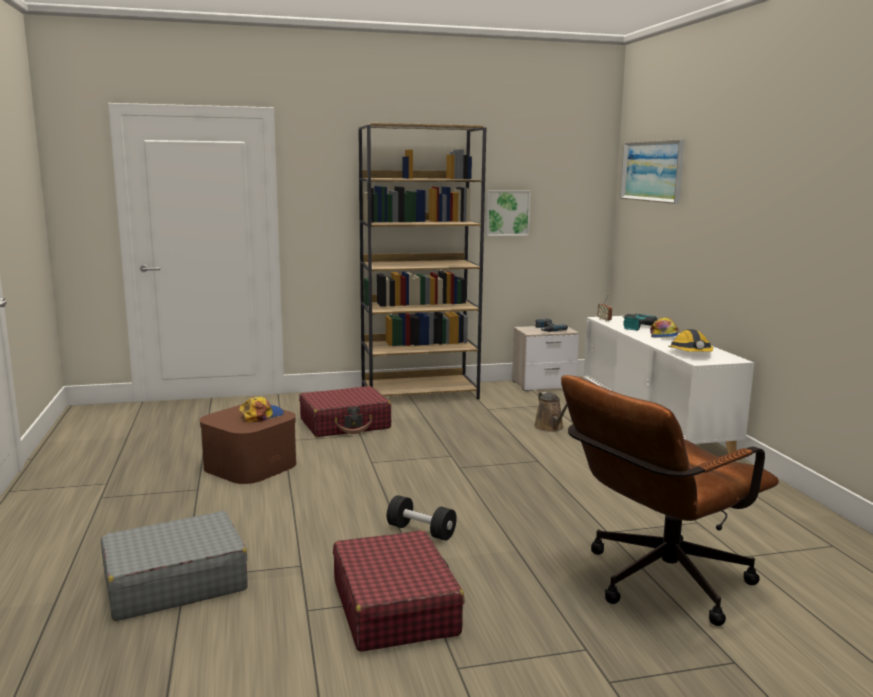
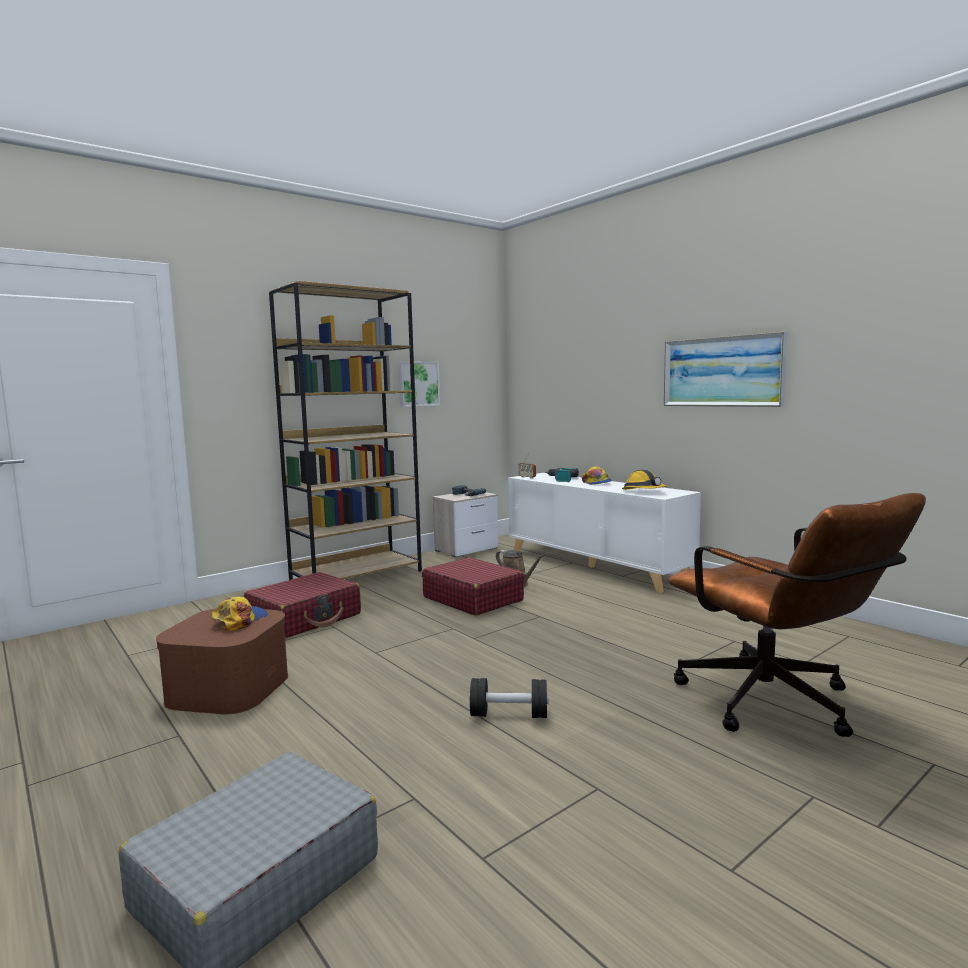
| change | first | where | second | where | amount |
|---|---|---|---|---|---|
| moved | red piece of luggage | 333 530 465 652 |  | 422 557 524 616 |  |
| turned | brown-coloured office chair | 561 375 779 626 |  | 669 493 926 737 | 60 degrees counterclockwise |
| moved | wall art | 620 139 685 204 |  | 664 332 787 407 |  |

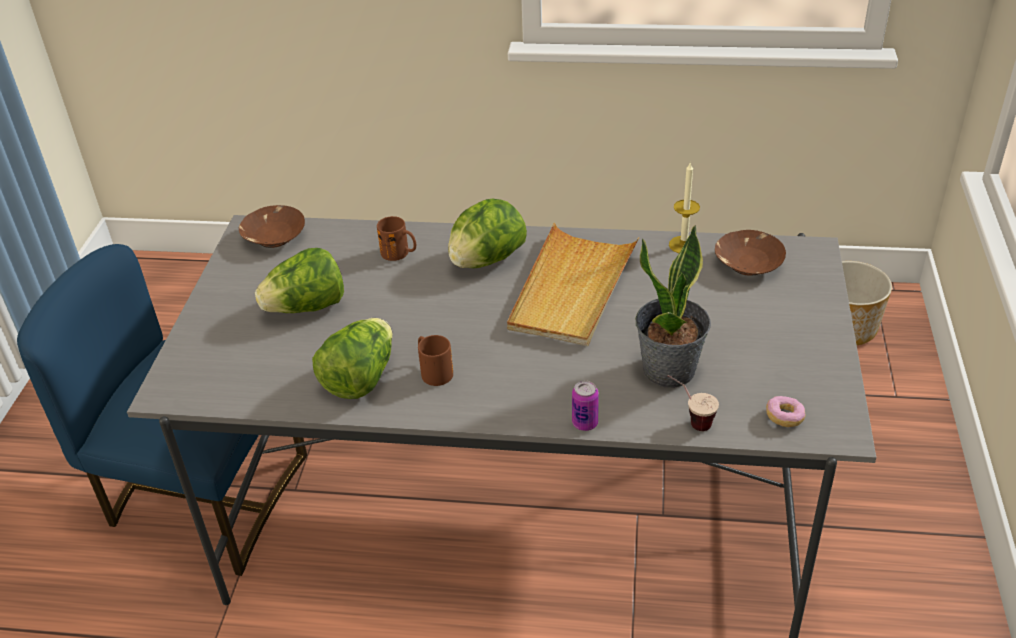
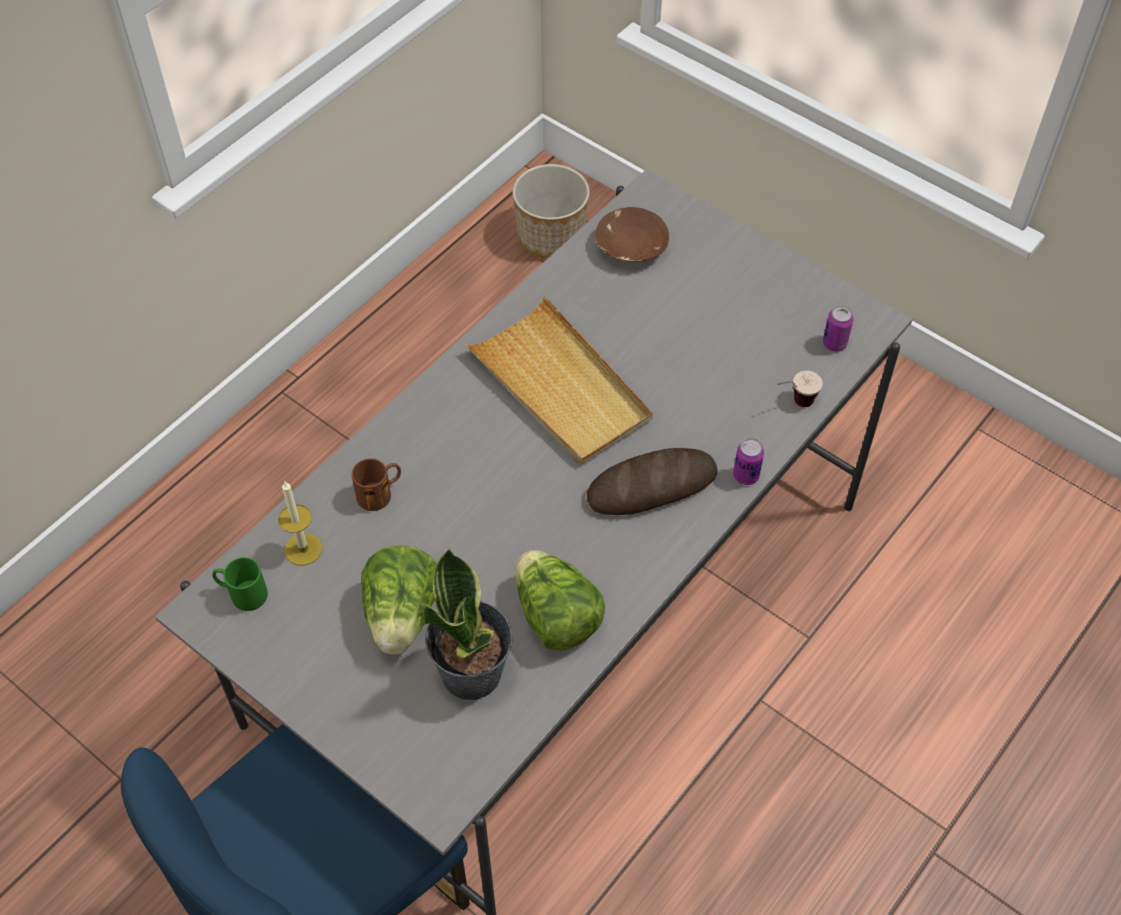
| change | first | where | second | where | amount |
|---|---|---|---|---|---|
| replaced | brown-coloured serving bowl | 239 205 305 248 | green tea mug | 212 557 268 611 |  |
| removed | brown-coloured tea mug | 418 335 453 386 |  |  |  |
| removed | lettuce head | 448 198 527 268 |  |  |  |
| moved | houseplant | 636 225 711 388 |  | 423 549 513 700 |  |
| moved | wax candle | 669 163 700 253 |  | 278 482 322 565 |  |
| replaced | donut | 766 396 806 427 | can | 823 306 854 352 |  |
| added |  |  | bakery bread | 586 448 718 515 |  |

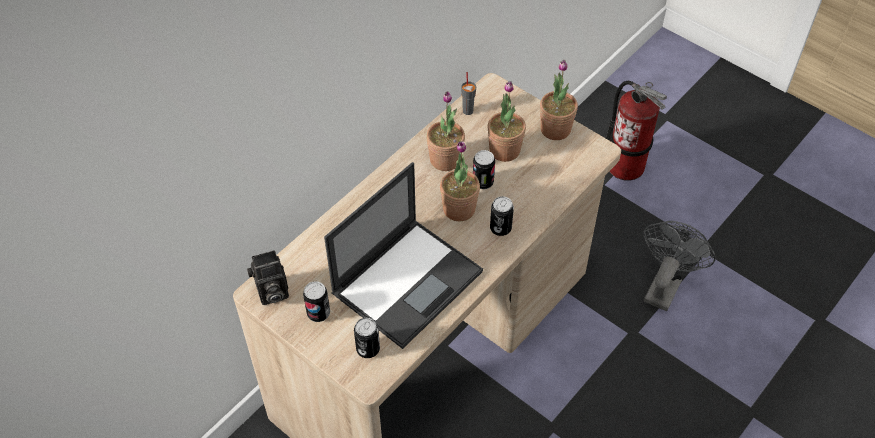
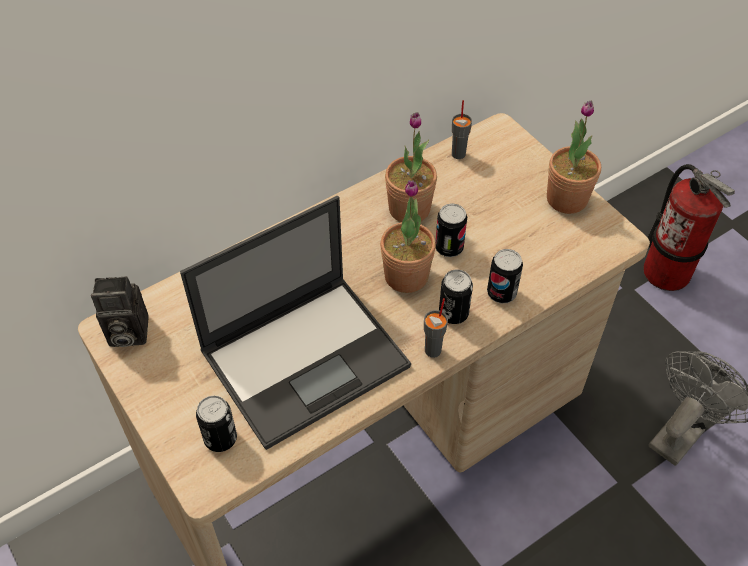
| change | first | where | second | where | amount |
|---|---|---|---|---|---|
| moved | can | 303 281 330 322 |  | 487 249 523 303 |  |
| removed | houseplant | 488 81 526 162 |  |  |  |
| added |  |  | gray drinking cup | 424 298 448 358 |  |

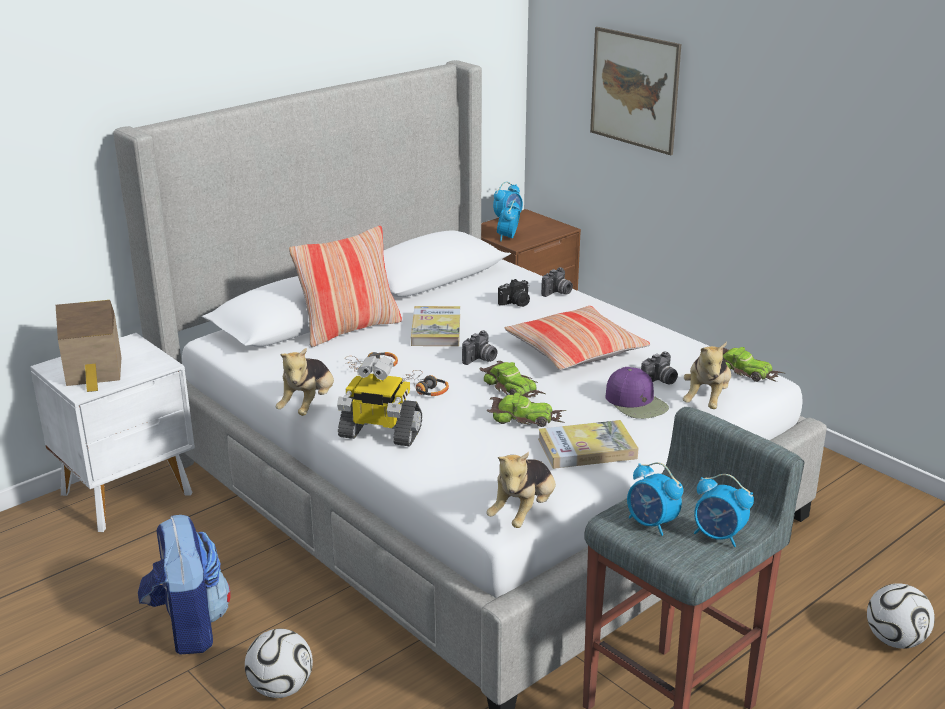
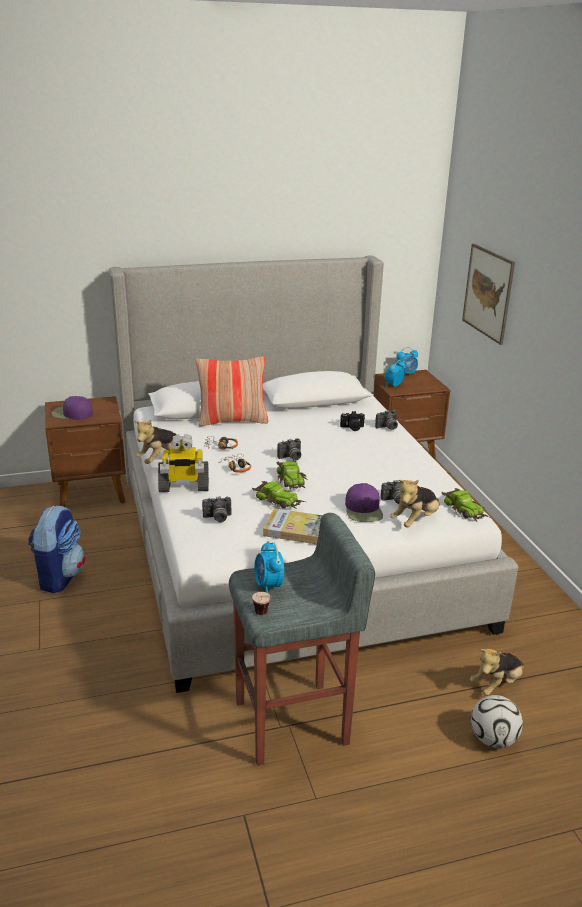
| change | first | where | second | where | amount |
|---|---|---|---|---|---|
| recoloured | whitish night table | 30 333 195 532 | brown-coloured night table | 45 396 126 507 |  |
| replaced | model house | 56 300 122 392 | purplish cap | 51 396 93 420 |  |
| removed | ball for football | 245 629 313 698 |  |  |  |
| turned | robot figure | 337 356 422 446 |  | 158 434 209 492 | 45 degrees counterclockwise |
| removed | bound book | 411 306 460 346 |  |  |  |
| moved | plush toy | 486 452 556 528 |  | 470 649 524 696 |  |
| removed | cushion | 504 306 650 370 |  |  |  |
| removed | alarm clock | 694 474 754 547 |  |  |  |
| added |  |  | still camera | 202 496 231 522 |  |
| added |  |  | drinking cup | 252 590 285 615 |  |

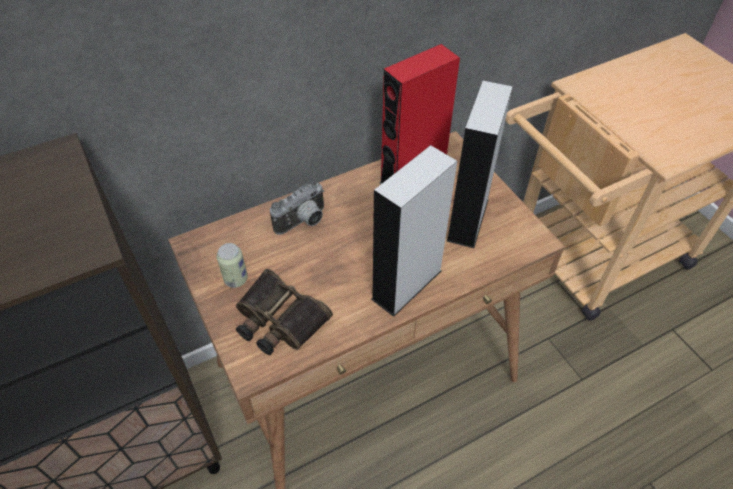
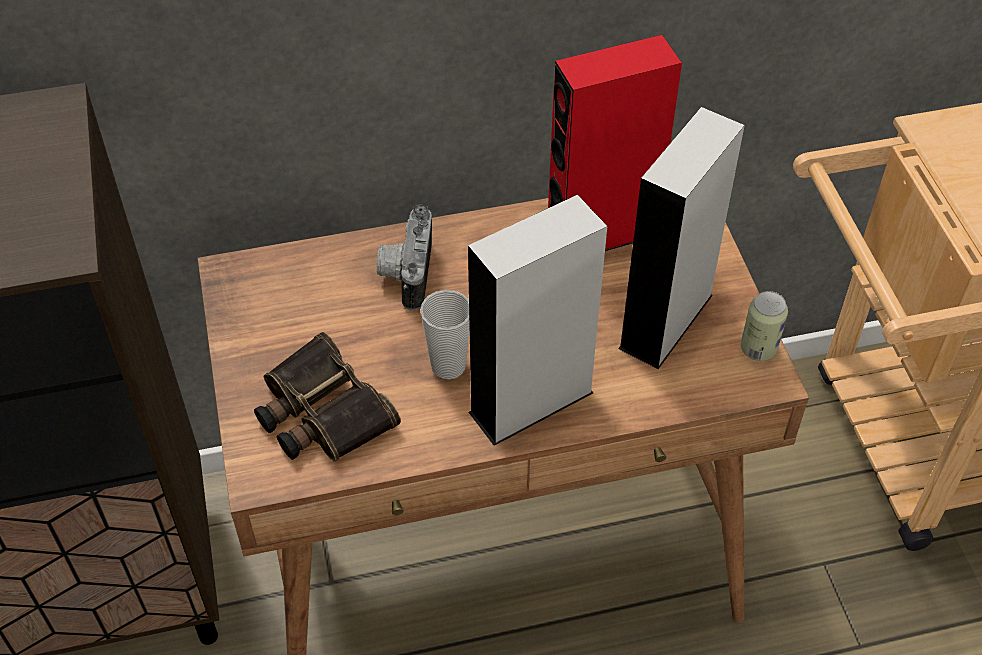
| change | first | where | second | where | amount |
|---|---|---|---|---|---|
| moved | can | 217 243 248 288 |  | 741 291 788 361 |  |
| turned | still camera | 270 182 324 235 |  | 377 204 432 310 | 120 degrees clockwise |
| added |  |  | drinking cup | 420 290 470 379 |  |

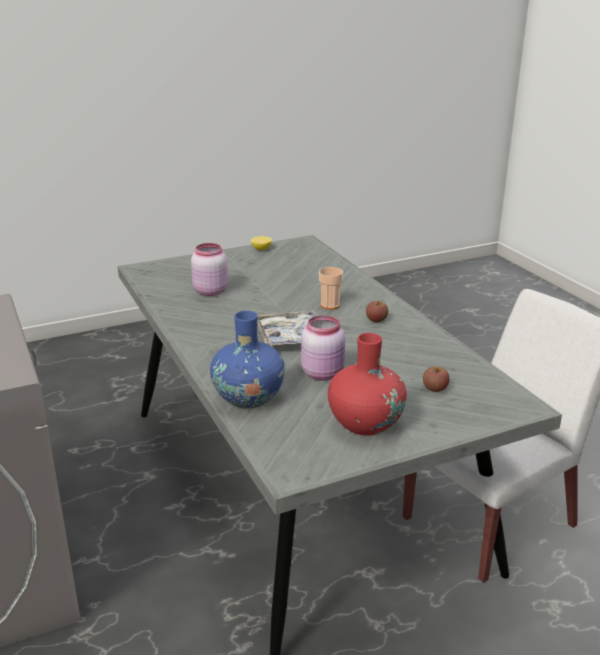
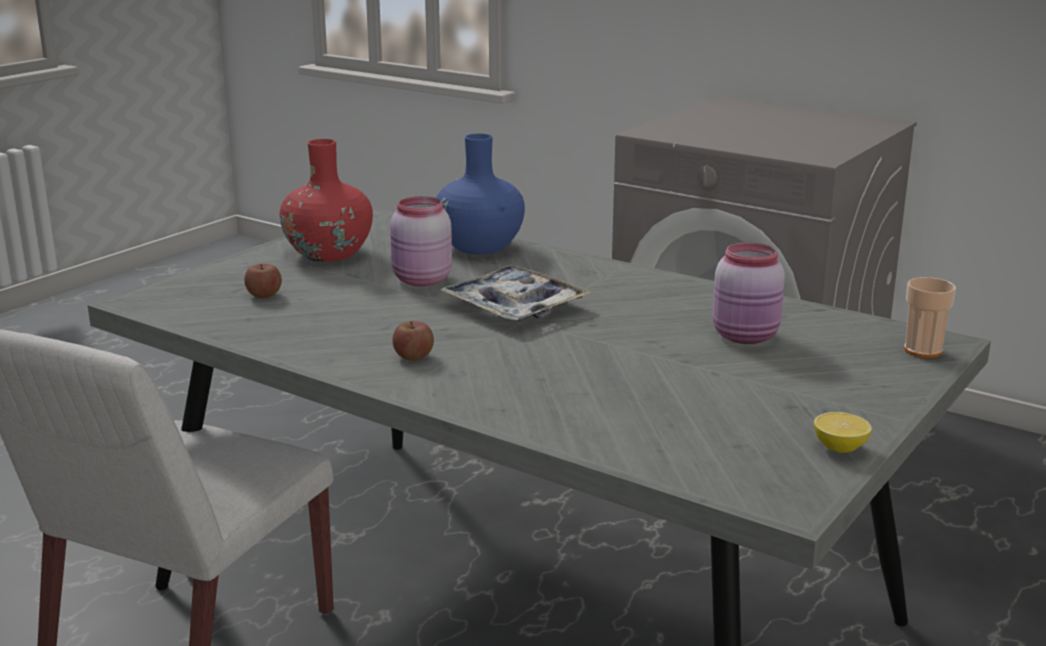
| change | first | where | second | where | amount |
|---|---|---|---|---|---|
| moved | drinking cup | 319 267 343 309 |  | 904 277 956 358 |  |

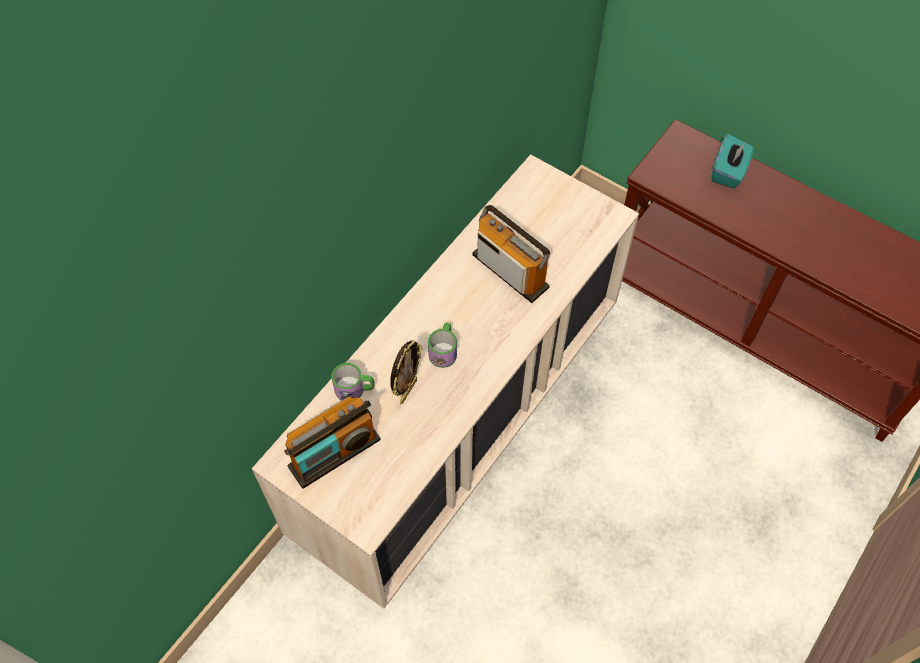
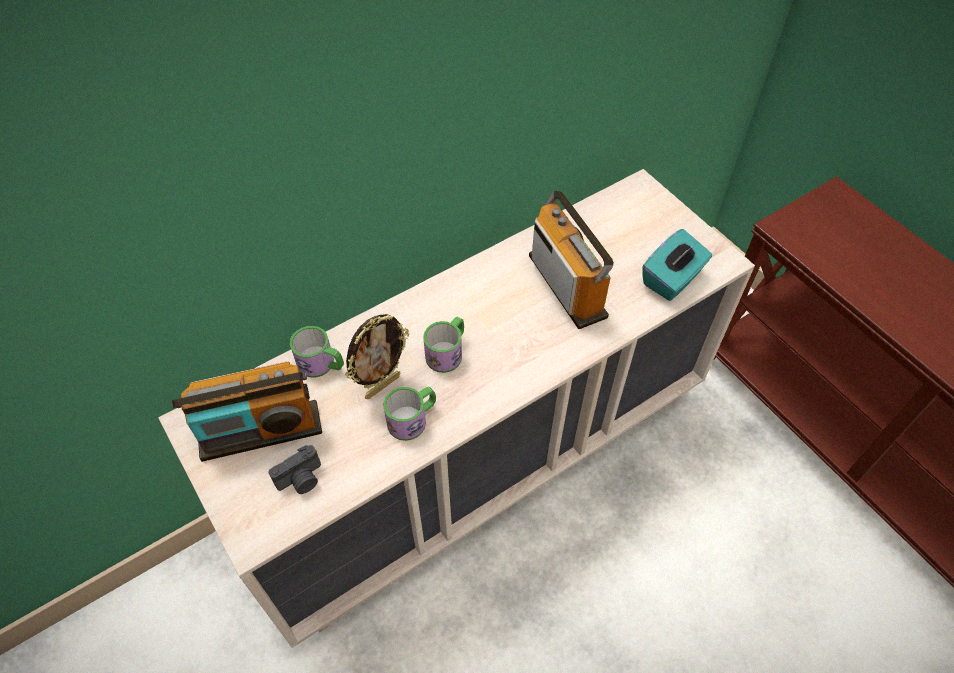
| change | first | where | second | where | amount |
|---|---|---|---|---|---|
| moved | blue-green tissue box | 712 134 754 188 |  | 642 229 712 301 |  |
| added |  |  | still camera | 268 445 321 494 |  |
| added |  |  | tea mug | 383 387 436 441 |  |

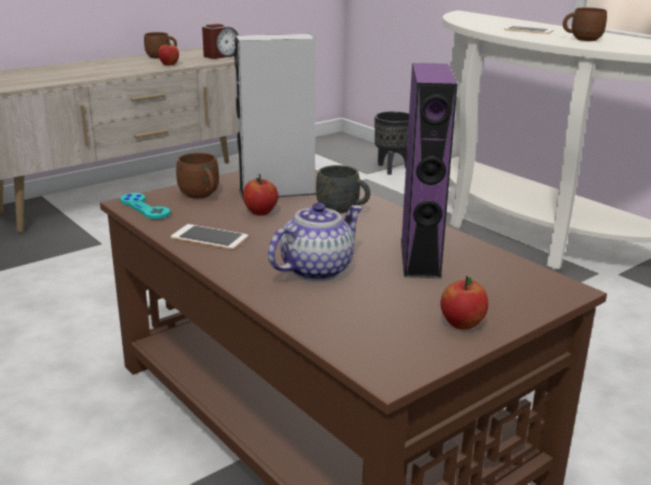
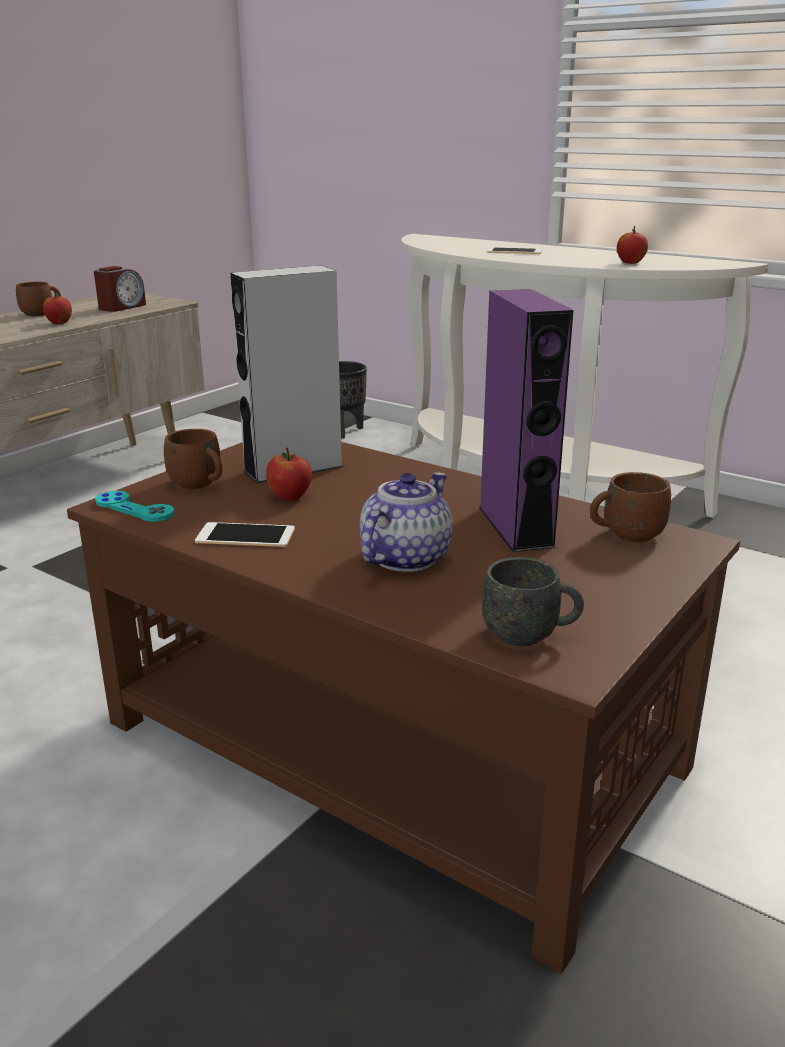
| change | first | where | second | where | amount |
|---|---|---|---|---|---|
| moved | gray tea mug | 316 165 370 213 |  | 482 557 584 646 |  |
| moved | whole apple | 440 276 488 330 |  | 617 226 648 264 |  |
| moved | brown-coloured tea mug | 563 8 607 41 |  | 590 472 671 542 |  |

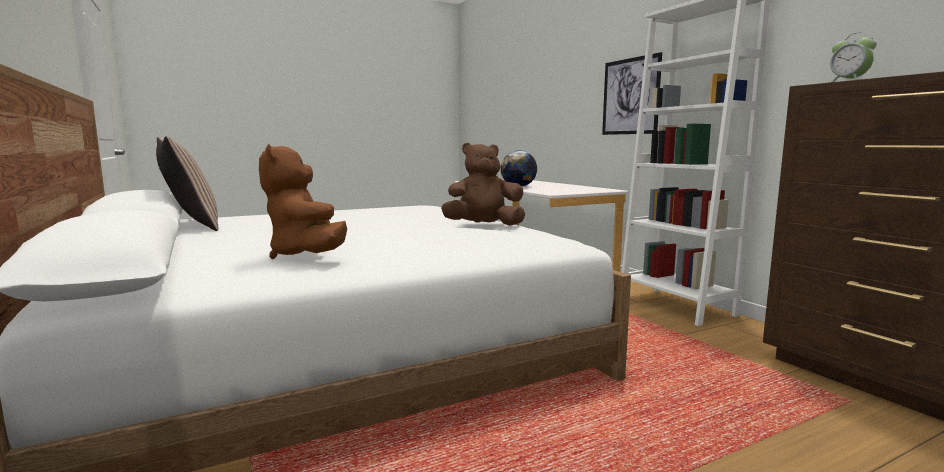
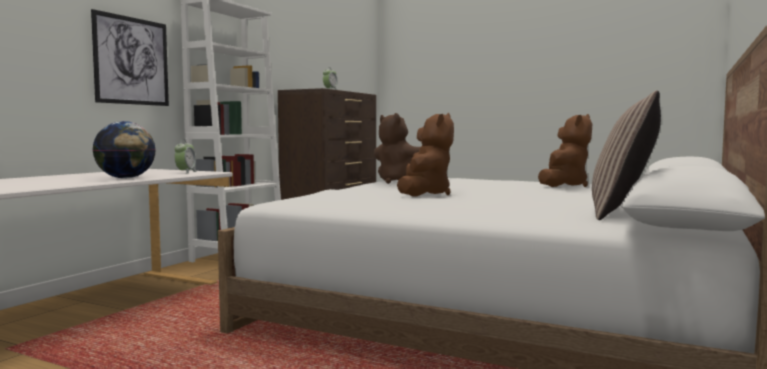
| change | first | where | second | where | amount |
|---|---|---|---|---|---|
| added |  |  | alarm clock | 175 139 196 173 |  |
| added |  |  | brown-coloured plush toy | 397 113 454 196 |  |

